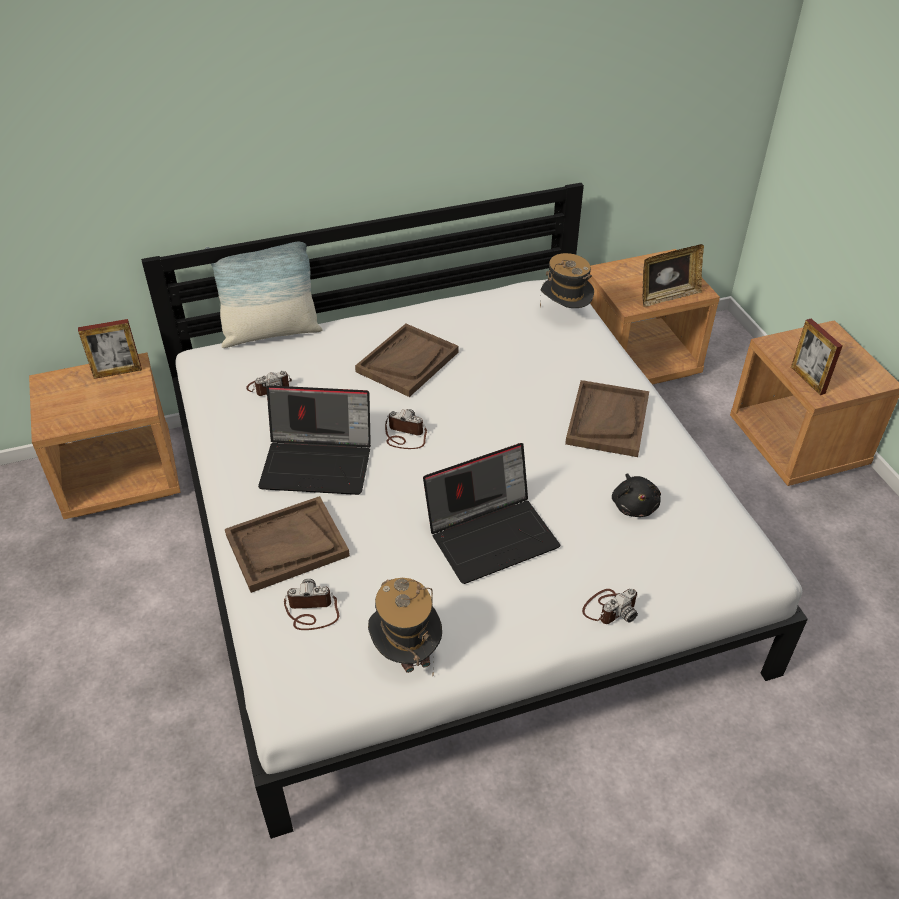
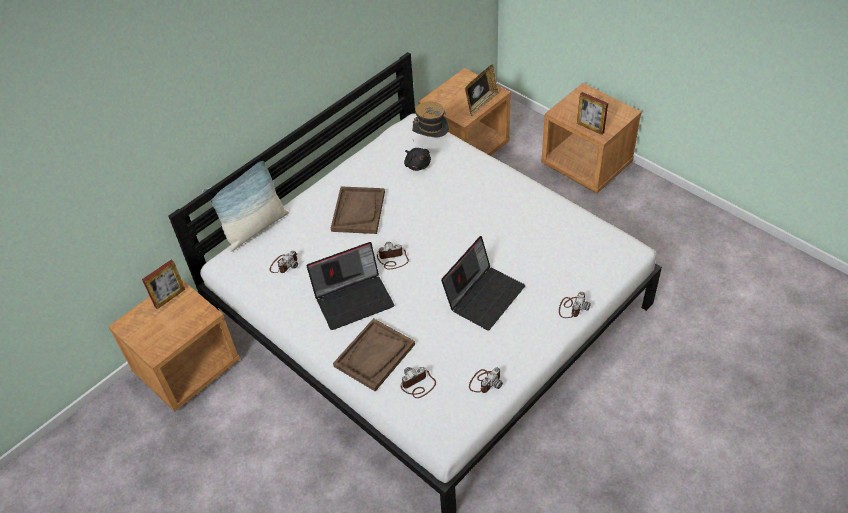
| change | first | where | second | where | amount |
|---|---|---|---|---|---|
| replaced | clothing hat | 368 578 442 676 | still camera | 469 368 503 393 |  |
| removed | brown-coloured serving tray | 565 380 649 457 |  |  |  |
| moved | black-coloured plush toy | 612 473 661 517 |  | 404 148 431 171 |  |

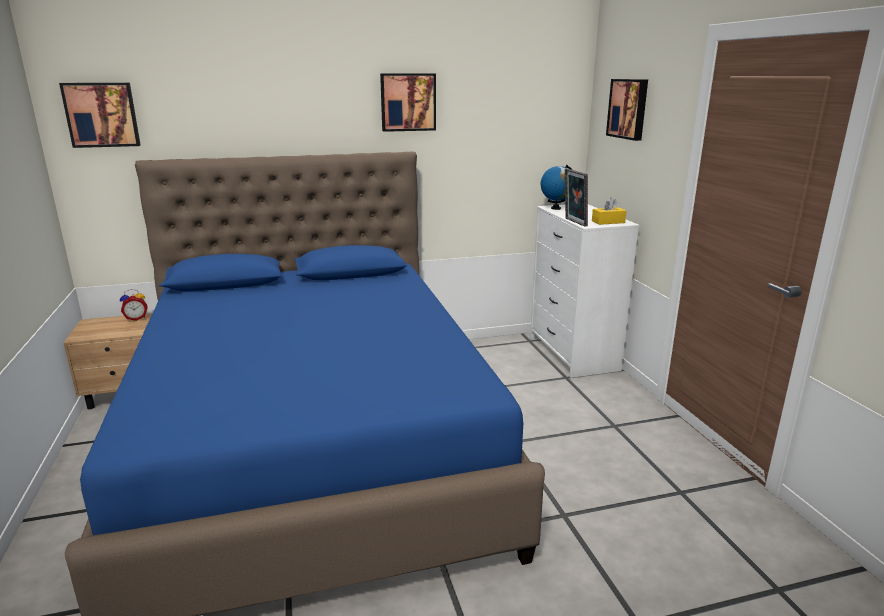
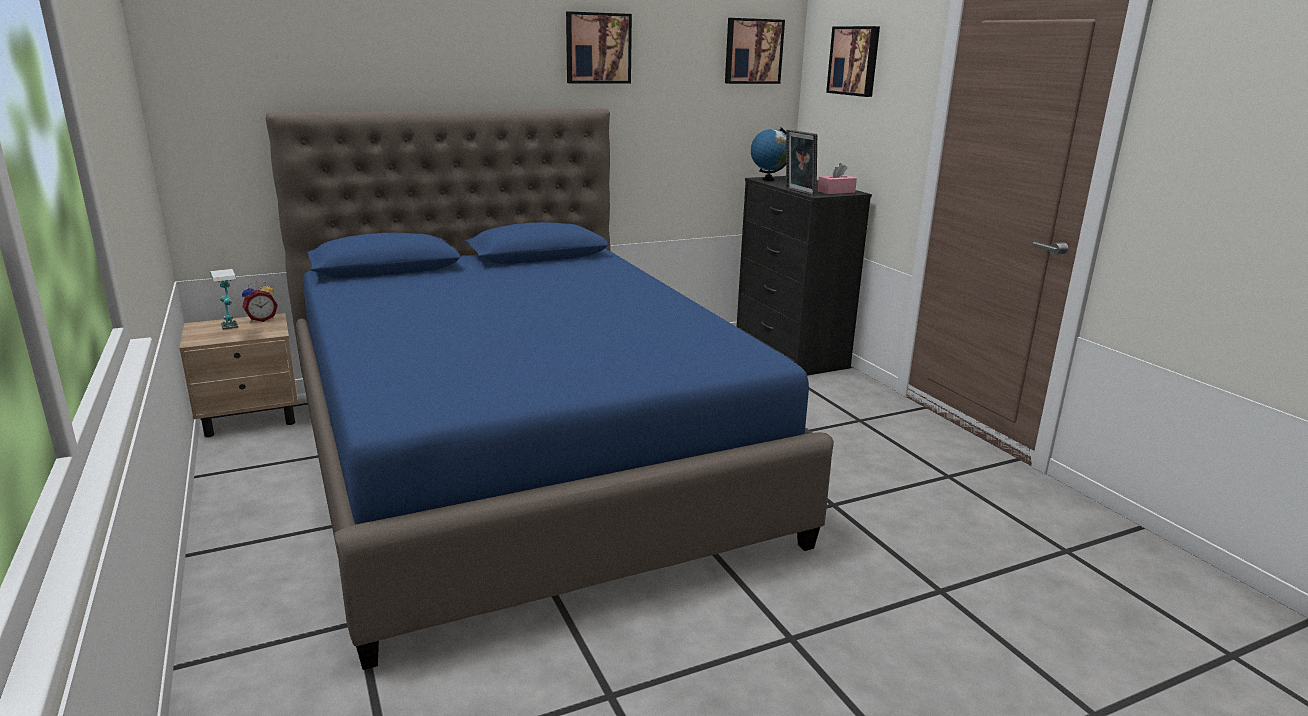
| change | first | where | second | where | amount |
|---|---|---|---|---|---|
| moved | wall art | 59 83 140 148 |  | 725 18 785 84 |  |
| recoloured | whitish dresser | 530 204 639 378 | black-coloured dresser | 737 176 872 375 |  |
| recoloured | yellow tissue box | 592 198 626 225 | pinkish tissue box | 818 163 857 194 |  |
| added |  |  | lamp for a table | 210 269 238 330 |  |

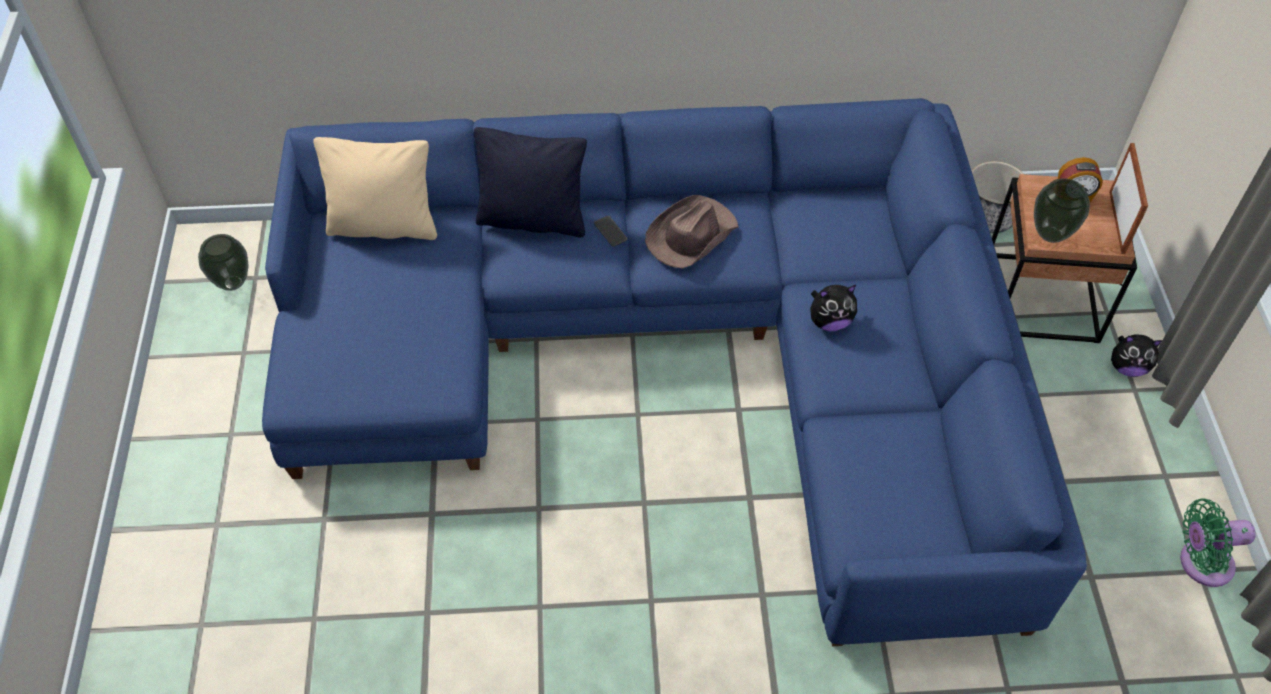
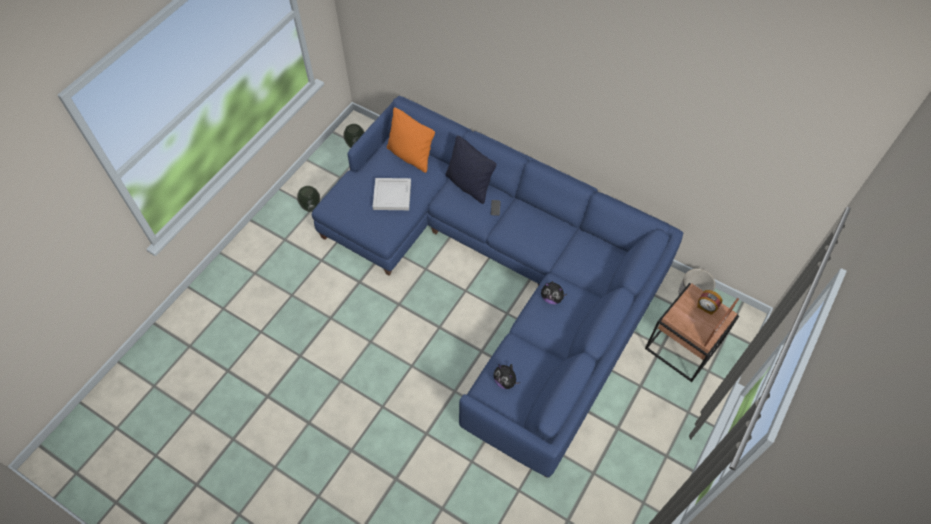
| change | first | where | second | where | amount |
|---|---|---|---|---|---|
| recoloured | beige cushion | 313 137 437 240 | orange-coloured cushion | 387 107 435 173 |  |
| removed | brown-coloured clothing hat | 645 195 739 268 |  |  |  |
| moved | flower vase | 1034 178 1090 243 |  | 297 186 320 212 |  |
| moved | plush toy | 1111 335 1162 377 |  | 493 364 520 389 |  |
| removed | green fan | 1180 499 1255 587 |  |  |  |
| added |  |  | whitish serving tray | 373 178 411 210 |  |

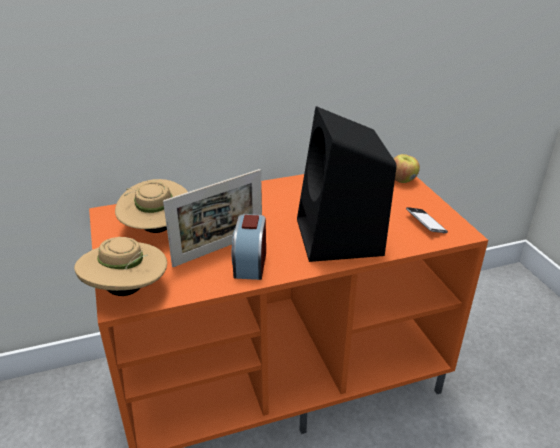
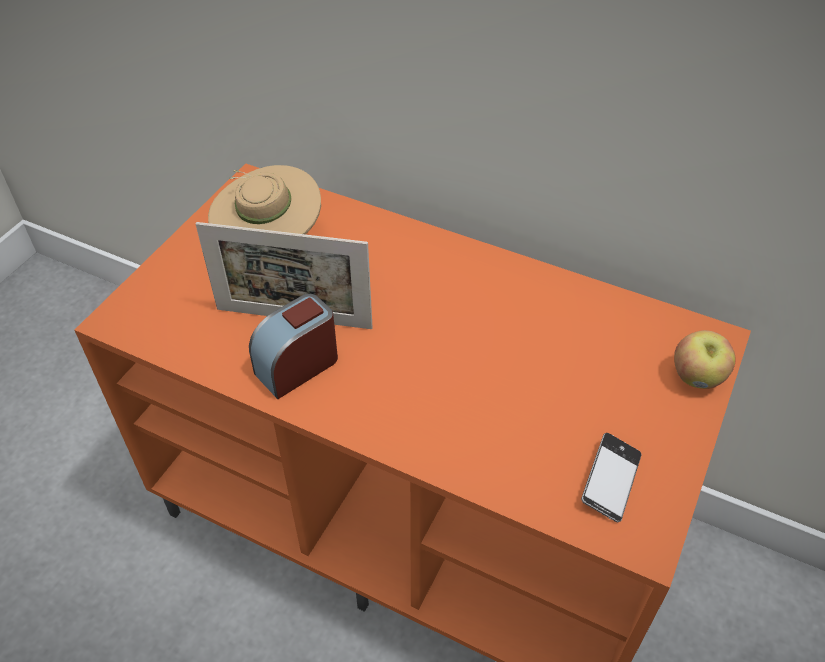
| change | first | where | second | where | amount |
|---|---|---|---|---|---|
| removed | beige clothing hat | 74 237 167 296 |  |  |  |
| removed | black-coloured speaker | 297 106 396 262 |  |  |  |

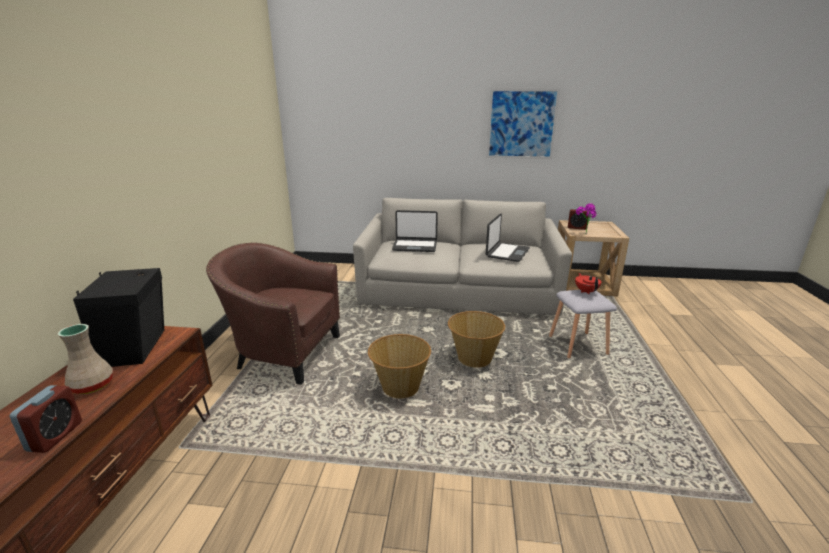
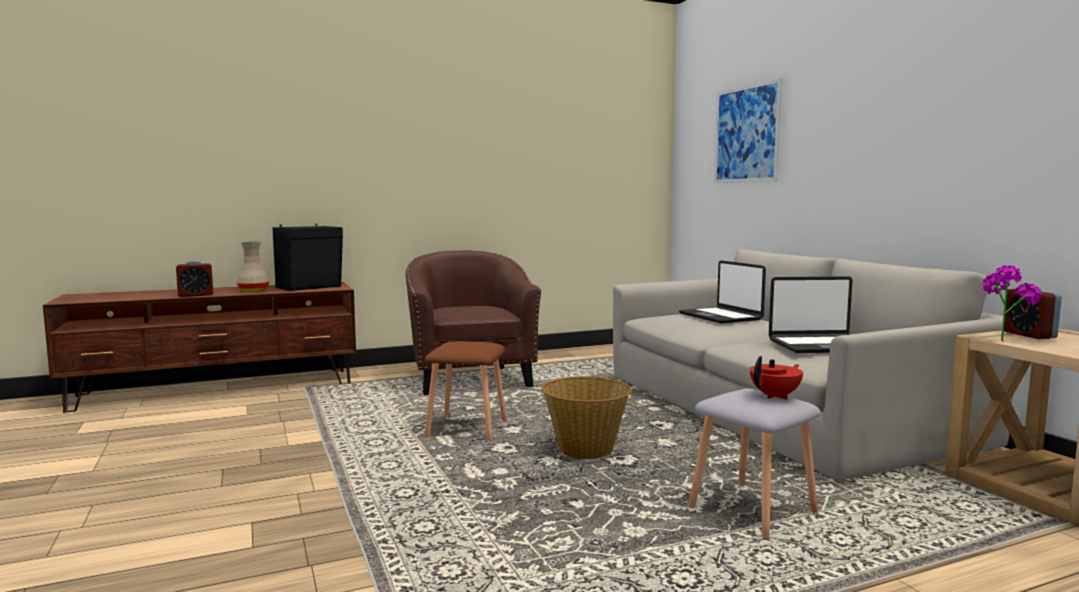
| change | first | where | second | where | amount |
|---|---|---|---|---|---|
| replaced | household basket | 368 334 431 398 | brown-coloured stool seat | 425 341 507 441 |  |
| moved | wall art | 486 88 560 159 |  | 714 78 782 183 |  |

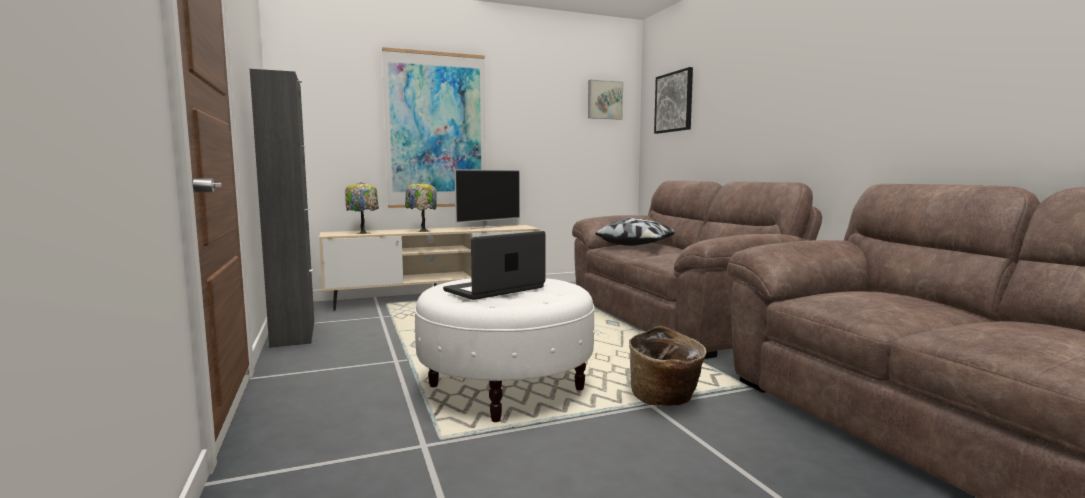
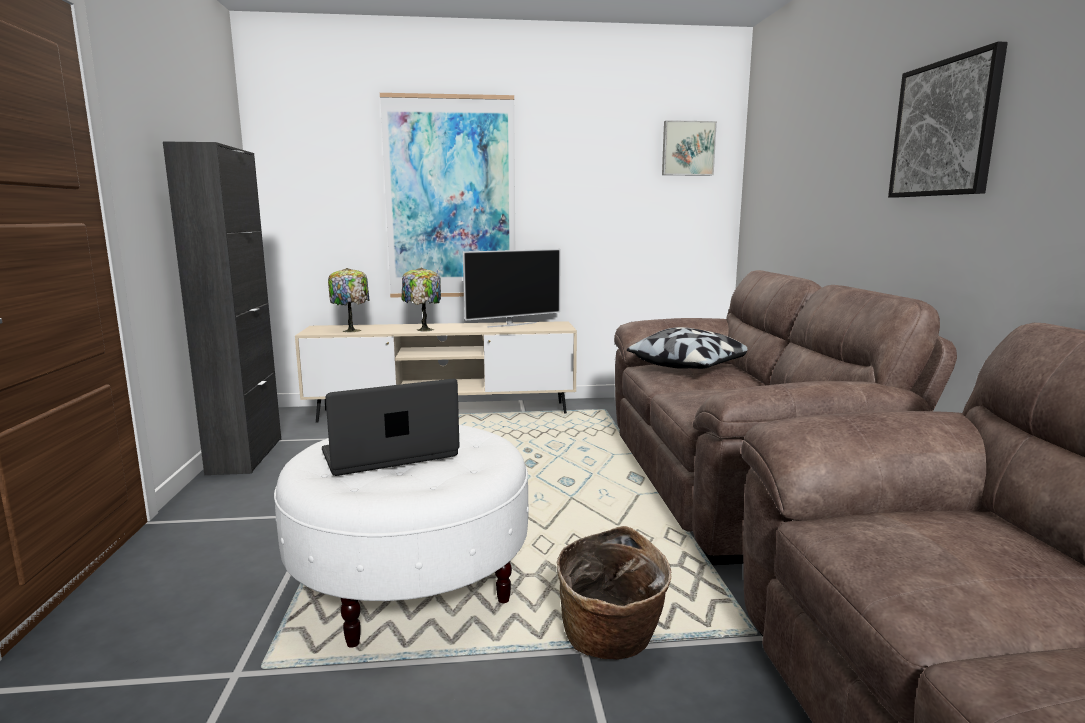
| change | first | where | second | where | amount |
|---|---|---|---|---|---|
| moved | wall art | 654 67 693 134 |  | 888 42 1008 198 |  |

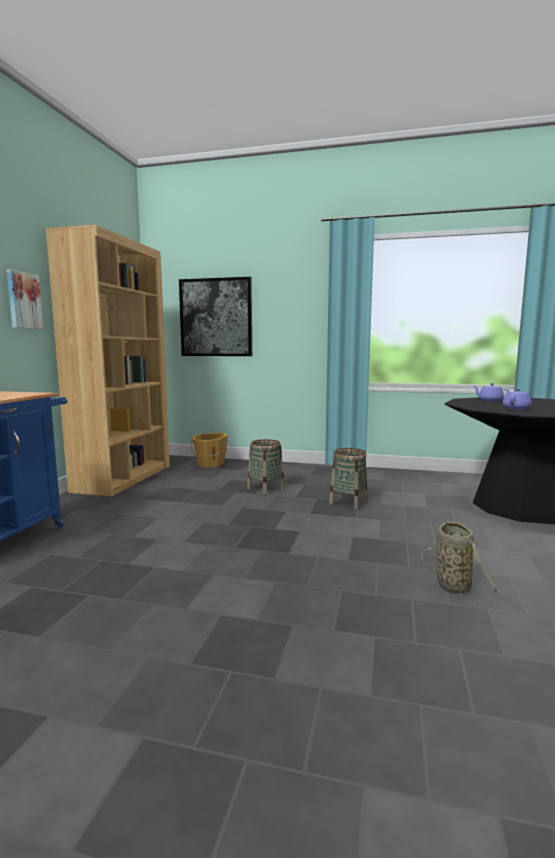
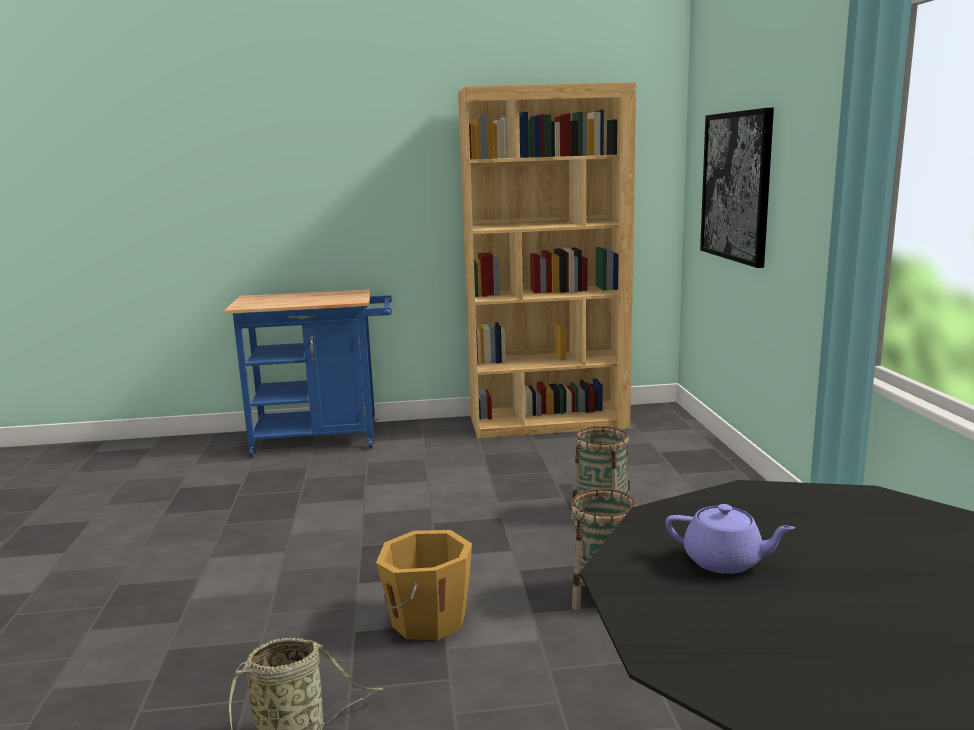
| change | first | where | second | where | amount |
|---|---|---|---|---|---|
| removed | wall art | 7 270 44 329 |  |  |  |
| moved | orange-coloured water bucket | 191 433 228 468 |  | 376 530 472 640 |  |
| removed | purplish teapot | 473 383 510 402 |  |  |  |

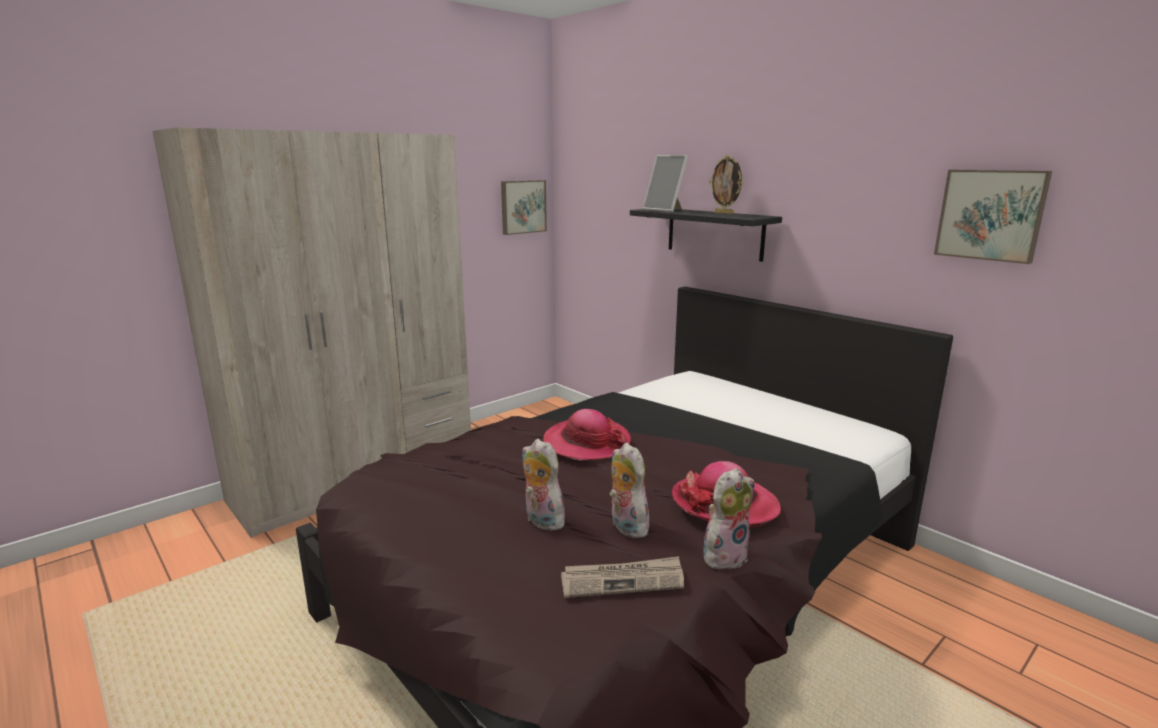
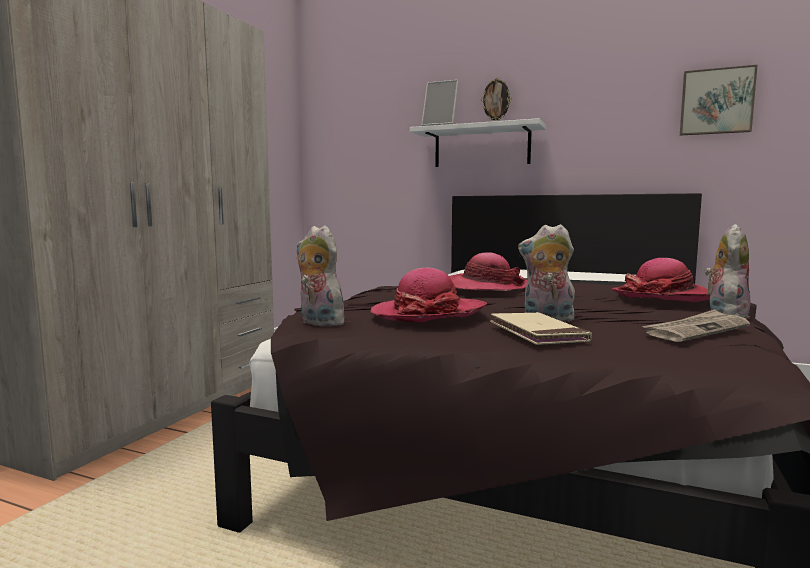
| change | first | where | second | where | amount |
|---|---|---|---|---|---|
| removed | wall art | 501 180 547 235 |  |  |  |
| moved | plush toy | 609 443 652 538 |  | 296 226 346 327 |  |
| recoloured | black-coloured shelf | 630 209 782 262 | whitish shelf | 410 118 546 167 |  |
| added |  |  | clothing hat | 370 268 487 322 |  |
| added |  |  | beige bound book | 490 312 592 345 |  |

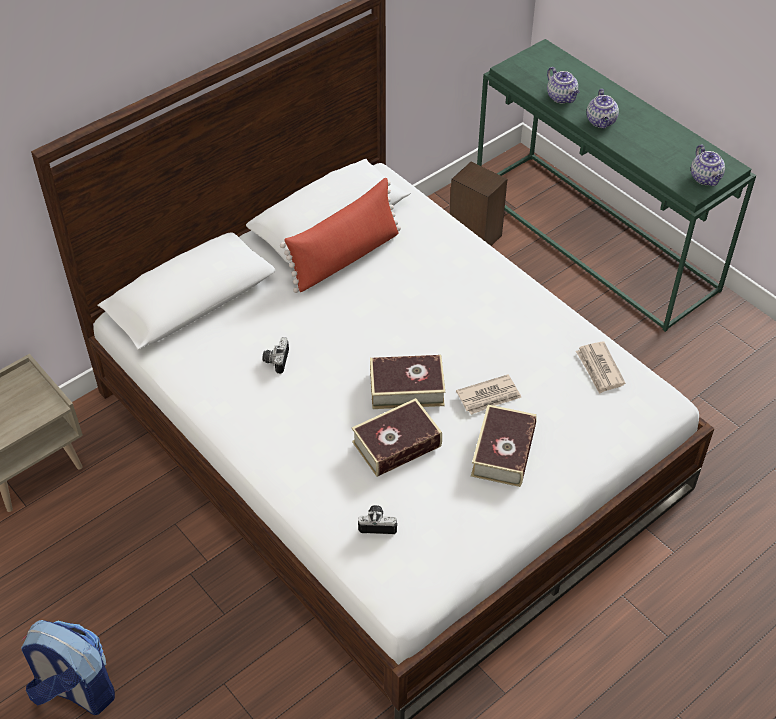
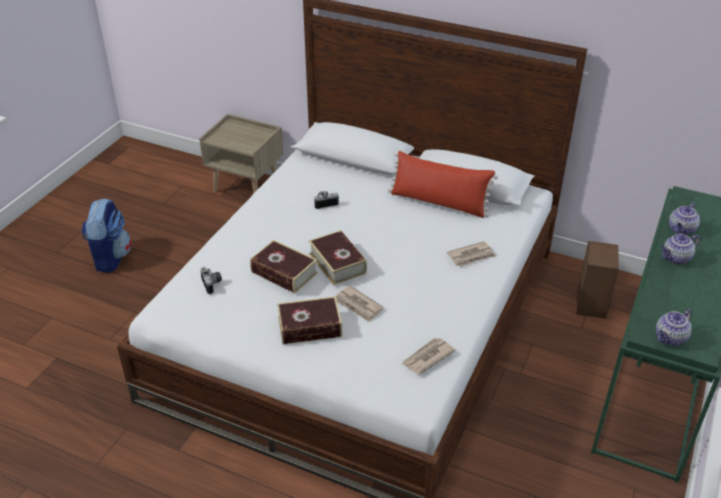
| change | first | where | second | where | amount |
|---|---|---|---|---|---|
| added |  |  | printed paper | 447 241 496 267 |  |

